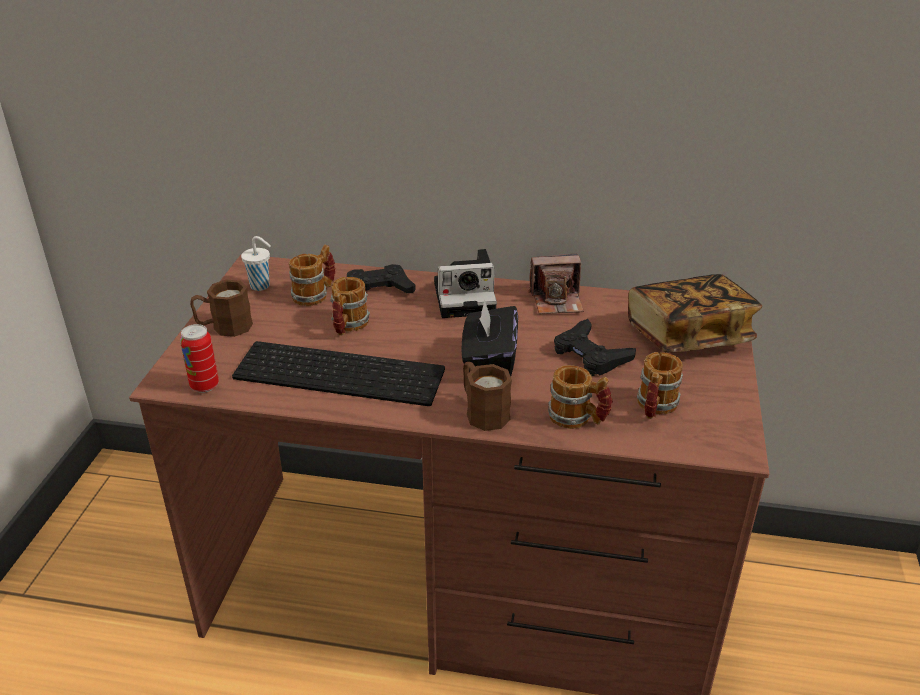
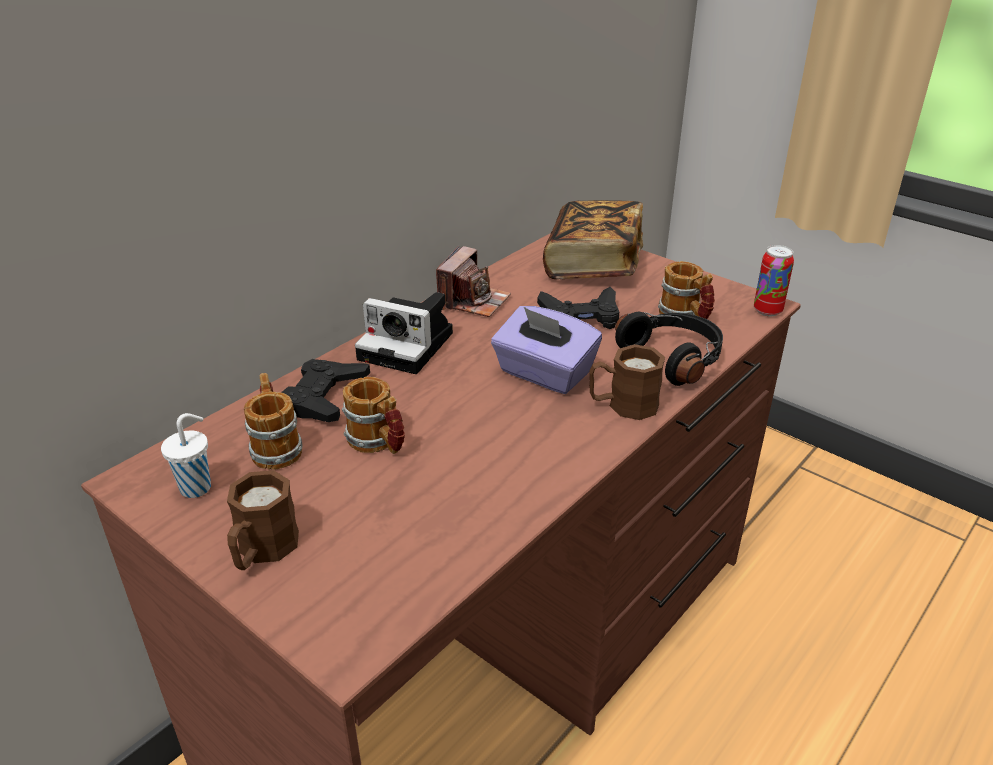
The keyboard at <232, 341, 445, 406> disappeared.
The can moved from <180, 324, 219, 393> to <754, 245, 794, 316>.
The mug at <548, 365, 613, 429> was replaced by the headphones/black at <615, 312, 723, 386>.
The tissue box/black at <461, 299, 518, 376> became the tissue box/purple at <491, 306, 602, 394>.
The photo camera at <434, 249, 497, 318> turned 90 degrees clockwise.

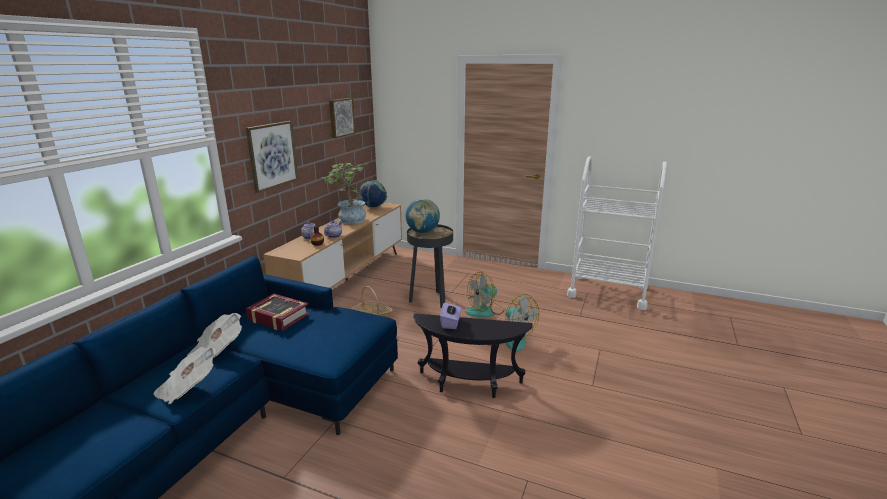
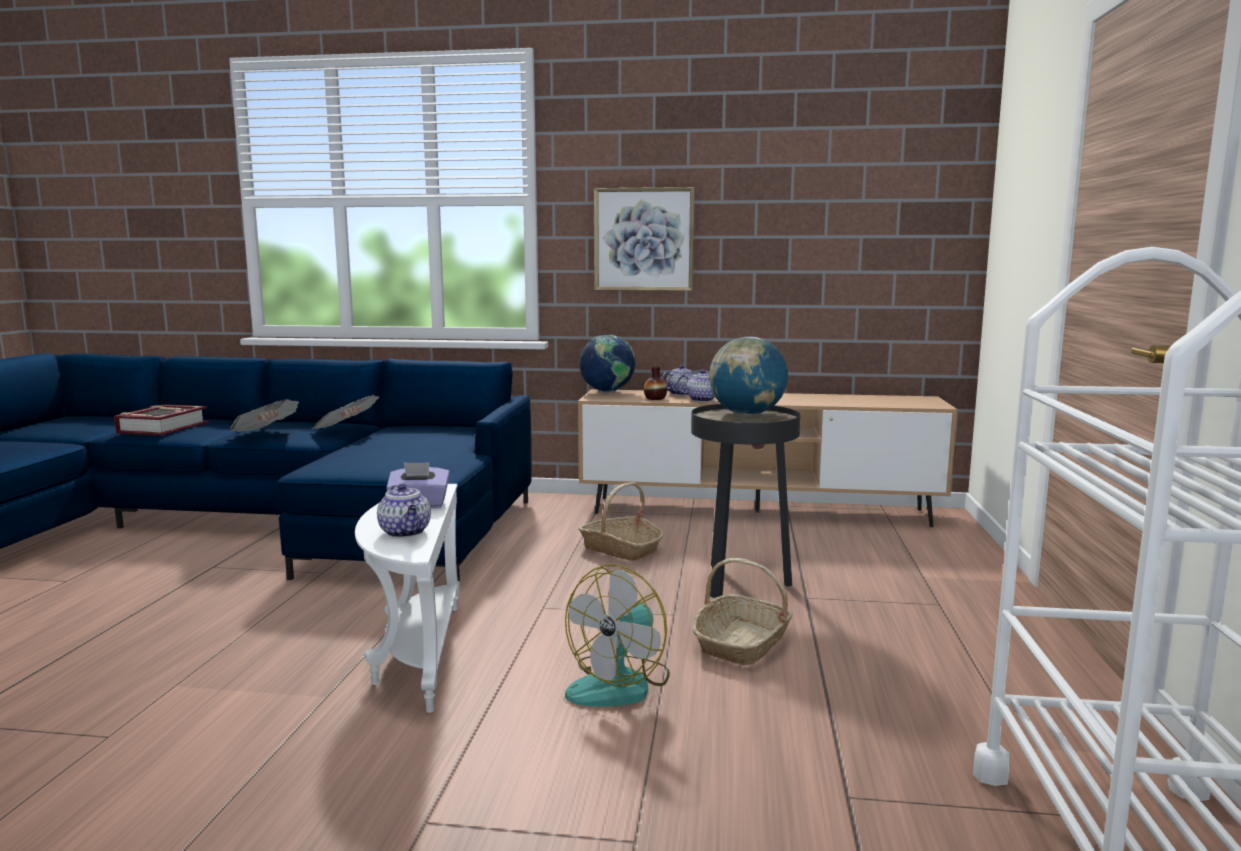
The potted plant at <321, 163, 368, 224> disappeared.
The picture at <329, 98, 355, 138> disappeared.
The teapot at <377, 483, 431, 538> appeared.
The book moved from <246, 294, 310, 331> to <114, 404, 209, 436>.
The globe moved from <359, 180, 387, 208> to <580, 335, 636, 393>.
The fan at <465, 272, 505, 318> was replaced by the basket at <693, 558, 793, 665>.
The side table/black at <413, 313, 533, 398> became the side table/white at <355, 484, 460, 713>.

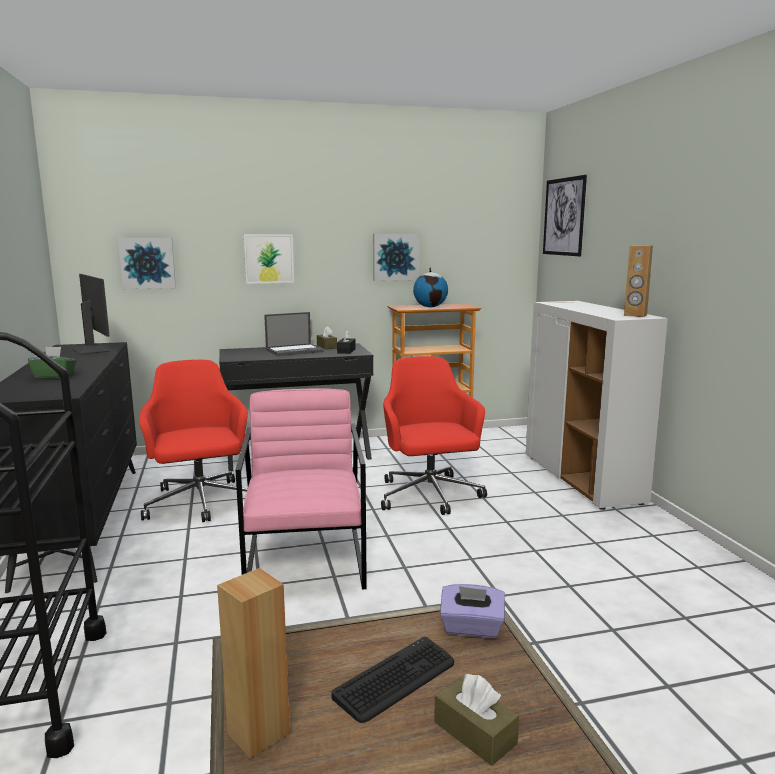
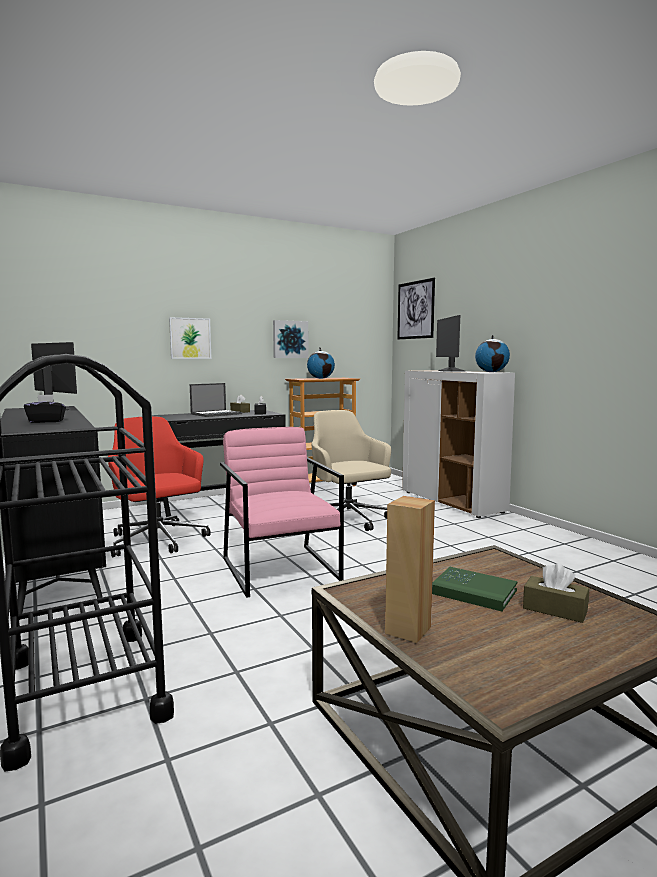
The picture at <118, 238, 176, 289> disappeared.
The tissue box/purple at <440, 584, 505, 638> disappeared.
The monitor at <436, 315, 465, 372> appeared.
The keyboard at <331, 637, 454, 723> was replaced by the book/green at <432, 567, 517, 611>.
The speaker/brown at <624, 245, 653, 317> was replaced by the globe at <475, 334, 510, 372>.
The tissue box/green at <28, 347, 77, 378> became the tissue box/black at <24, 394, 66, 423>.
The office chair/red at <381, 356, 487, 515> became the office chair/beige at <312, 410, 391, 532>.

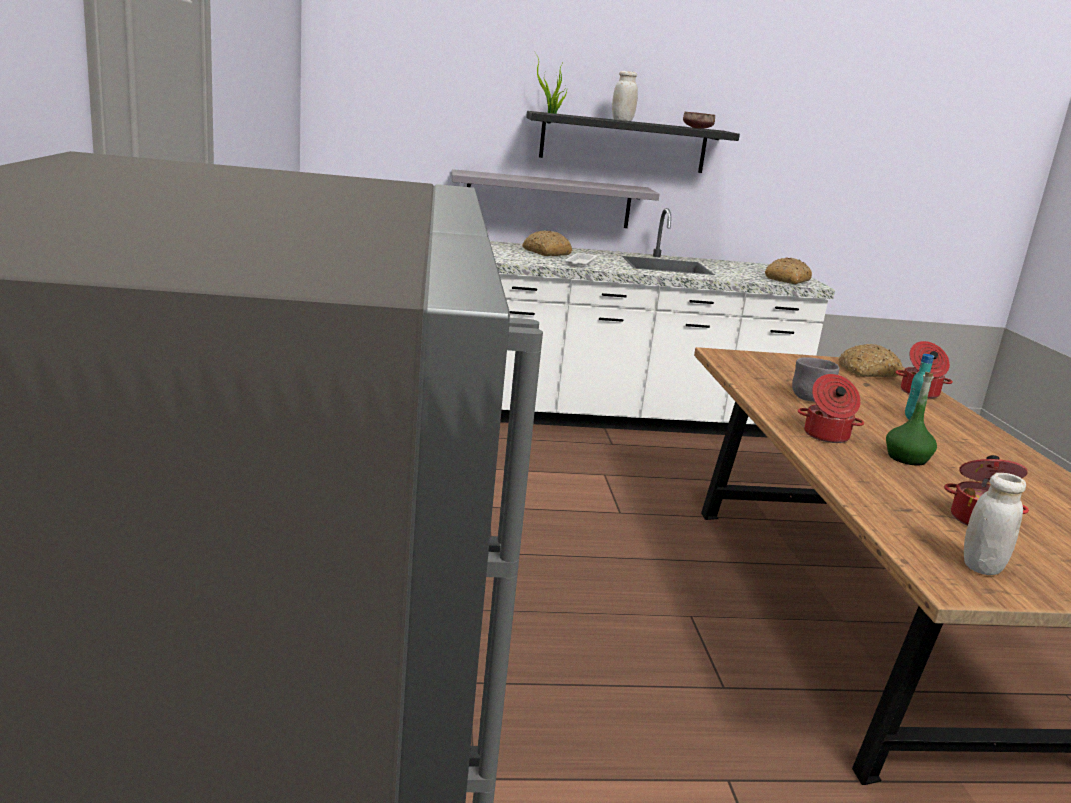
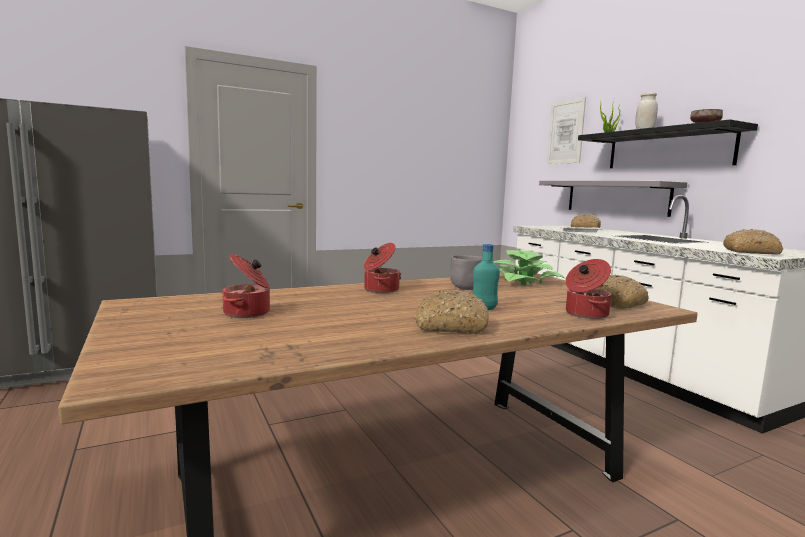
The bottle/green at <886, 372, 937, 466> disappeared.
The jar/white at <964, 473, 1026, 575> disappeared.
The bread at <415, 290, 489, 334> appeared.
The potted plant at <494, 250, 566, 285> appeared.
The picture at <547, 97, 586, 164> appeared.

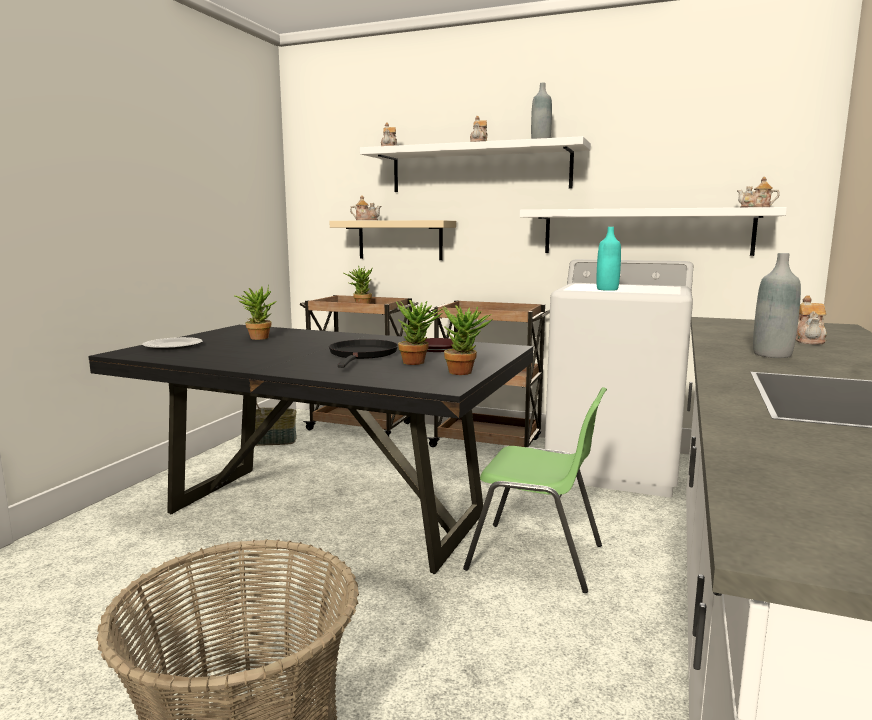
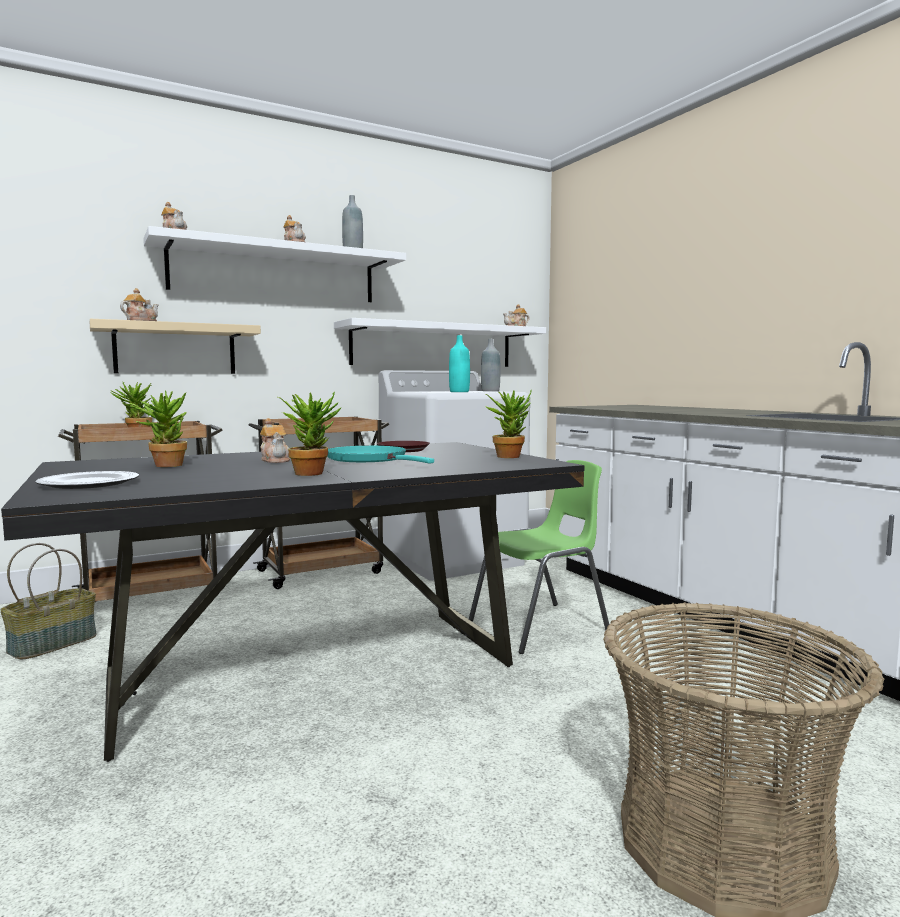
The potted plant moved from <395, 300, 442, 365> to <278, 392, 342, 476>.
The bottle/grey moved from <753, 253, 801, 358> to <481, 339, 500, 391>.
The teapot moved from <796, 295, 827, 345> to <260, 418, 290, 463>.
The frying pan/black at <329, 339, 398, 368> became the frying pan/turquoise at <327, 446, 434, 464>.

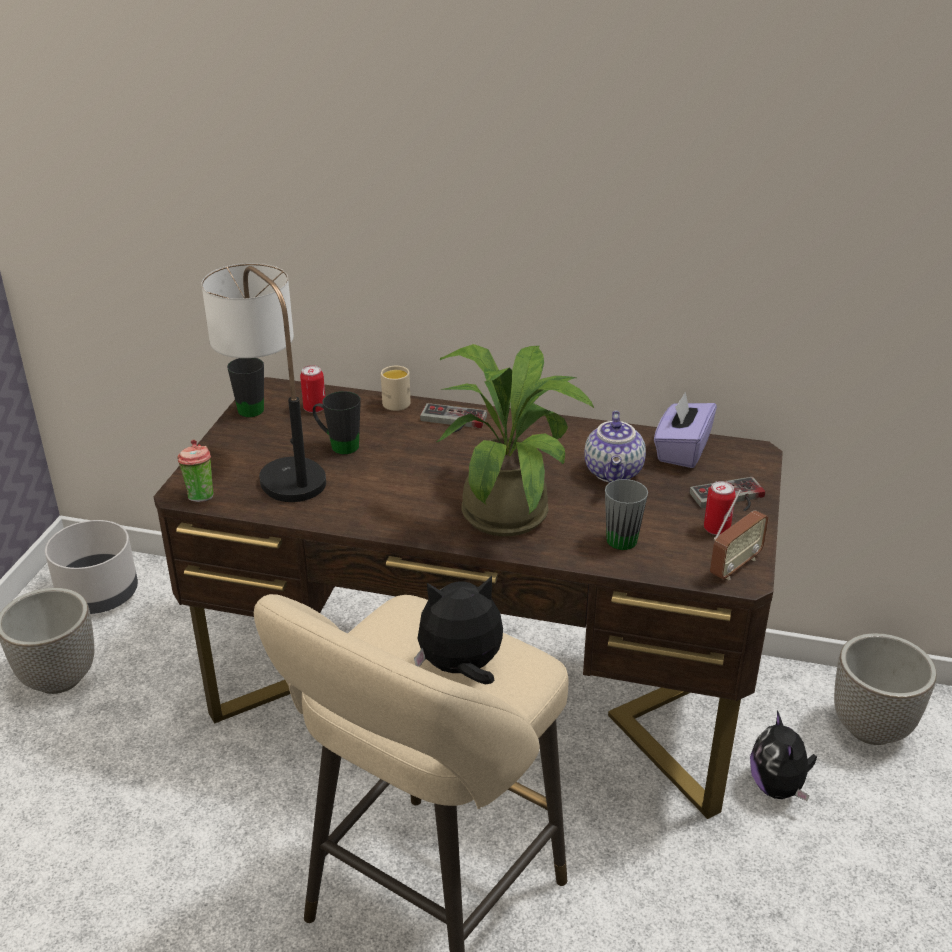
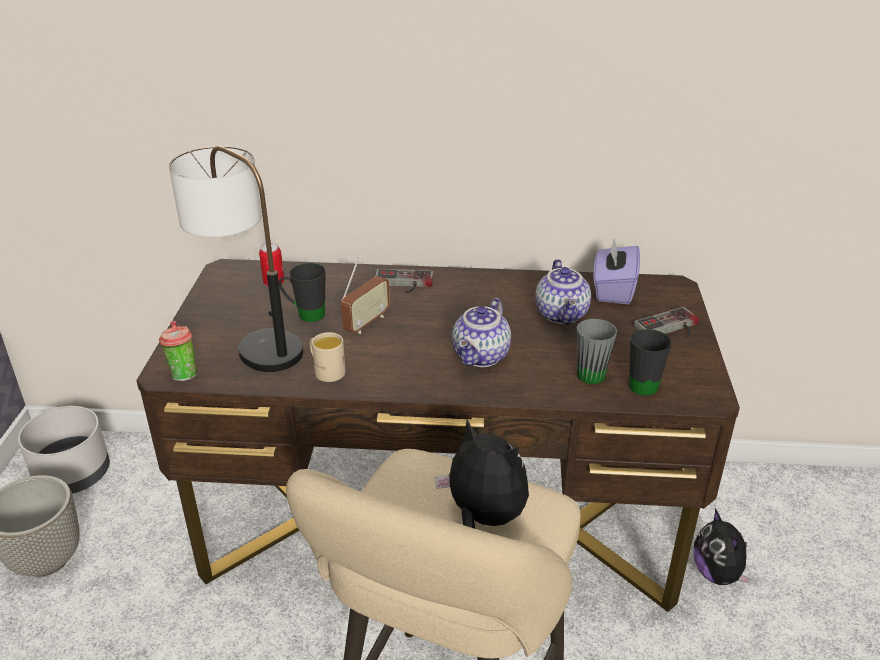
The can at <704, 481, 736, 535> disappeared.
The planter at <834, 633, 937, 745> disappeared.
The mug/black moved from <227, 358, 264, 417> to <629, 329, 672, 396>.
The mug/beige moved from <381, 366, 411, 411> to <310, 332, 346, 382>.
The radio moved from <710, 489, 769, 580> to <341, 257, 390, 334>.
The potted plant at <437, 344, 594, 536> was replaced by the teapot at <452, 298, 511, 367>.
The plush toy at <414, 576, 503, 685> turned 60 degrees clockwise.

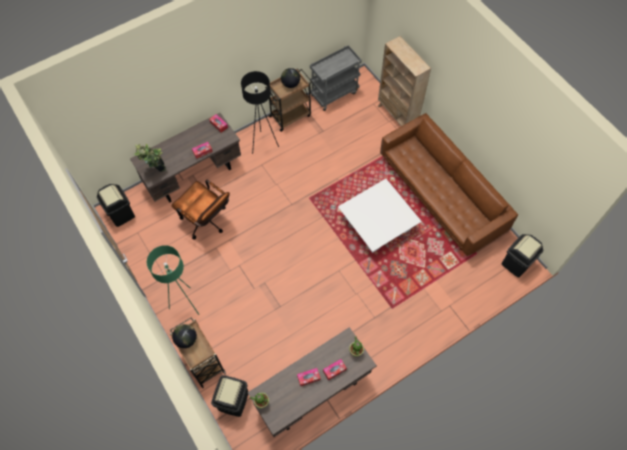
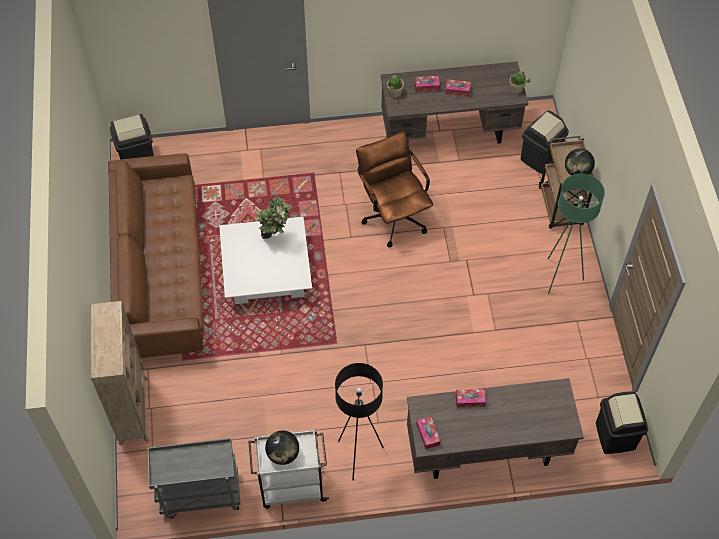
The potted plant moved from <134, 144, 166, 172> to <256, 197, 292, 239>.
The office chair/brown moved from <171, 180, 230, 240> to <356, 131, 433, 247>.
The cart/brown at <265, 68, 312, 132> became the cart/white at <248, 430, 329, 508>.

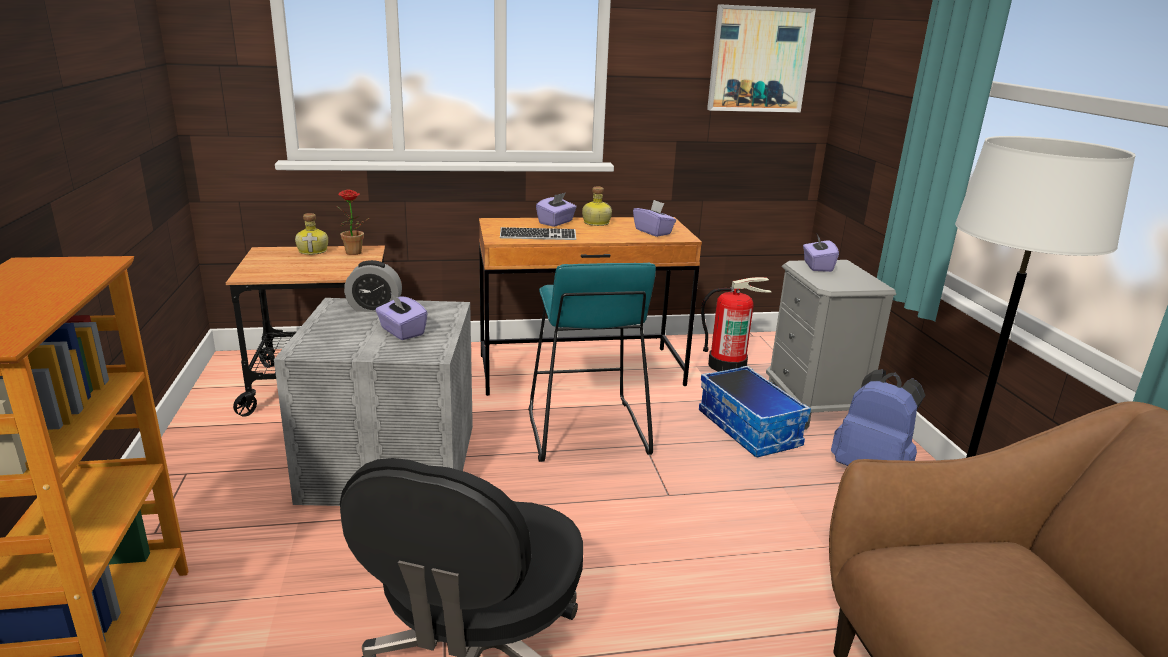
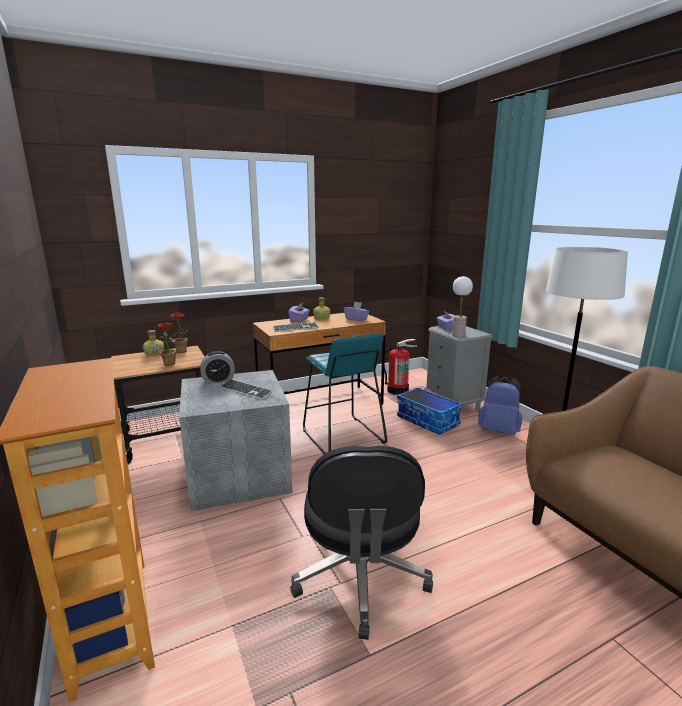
The picture at <707, 4, 816, 112> disappeared.
The potted plant at <154, 323, 176, 366> appeared.
The table lamp at <452, 276, 473, 337> appeared.
The tissue box/purple at <375, 292, 428, 340> was replaced by the keyboard at <220, 379, 273, 400>.

